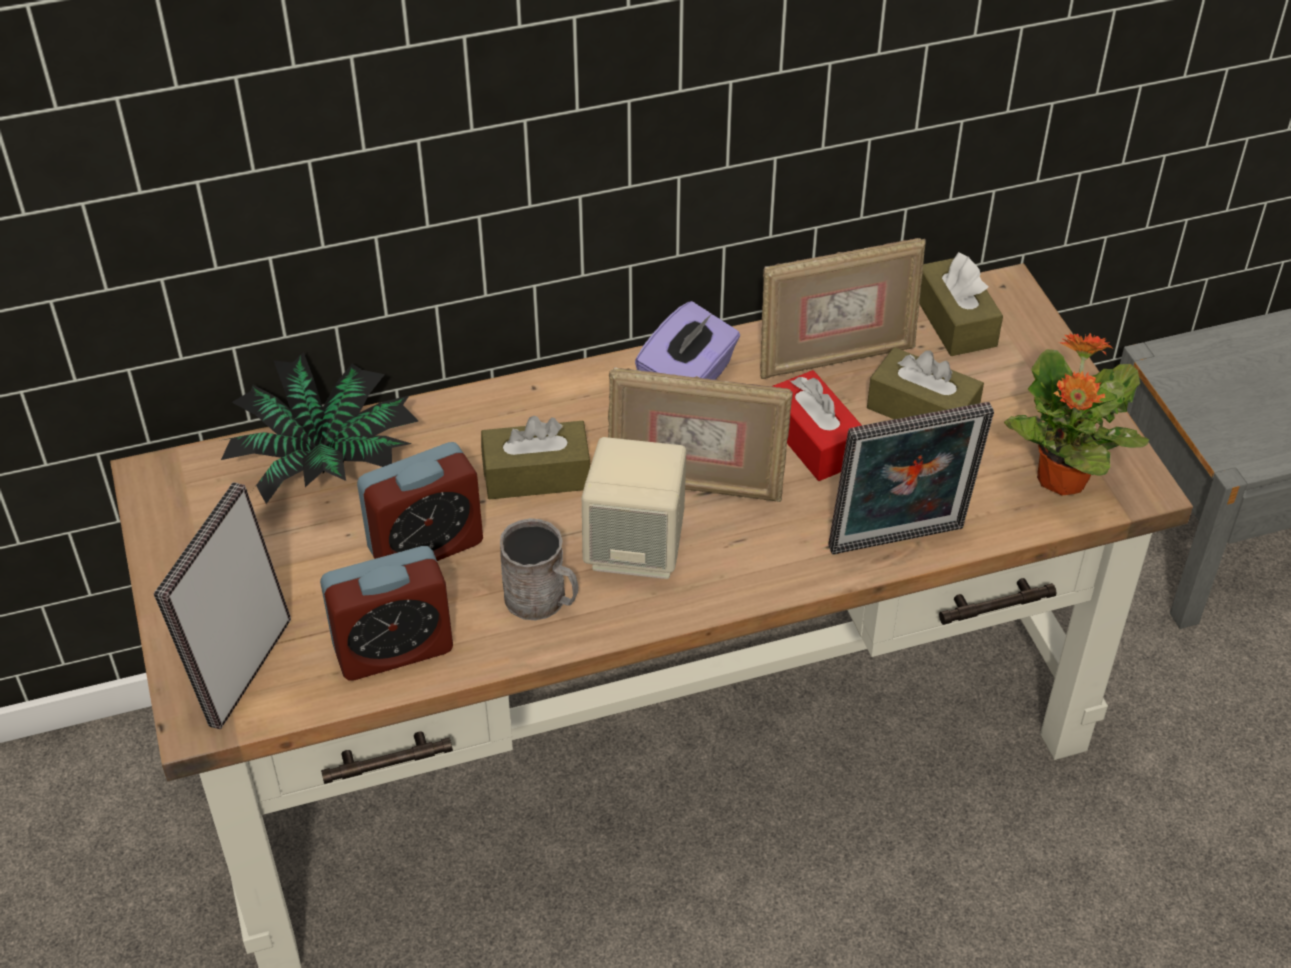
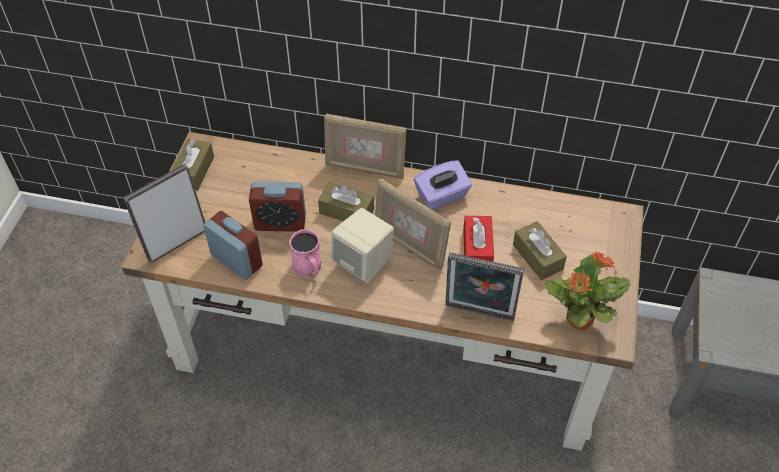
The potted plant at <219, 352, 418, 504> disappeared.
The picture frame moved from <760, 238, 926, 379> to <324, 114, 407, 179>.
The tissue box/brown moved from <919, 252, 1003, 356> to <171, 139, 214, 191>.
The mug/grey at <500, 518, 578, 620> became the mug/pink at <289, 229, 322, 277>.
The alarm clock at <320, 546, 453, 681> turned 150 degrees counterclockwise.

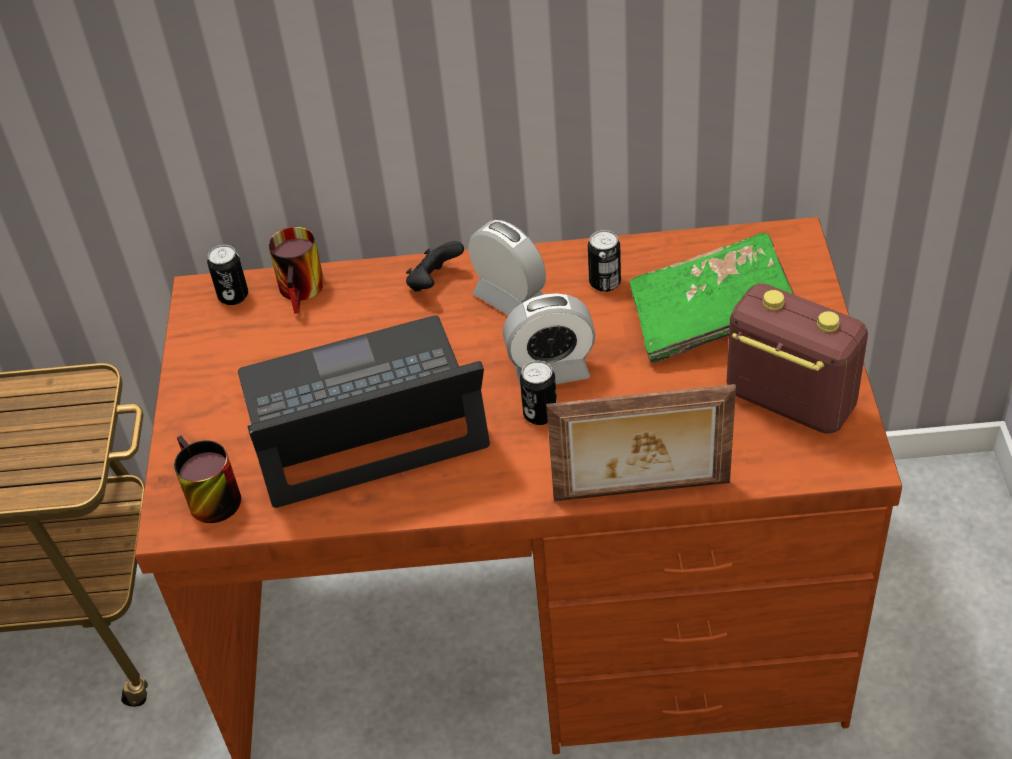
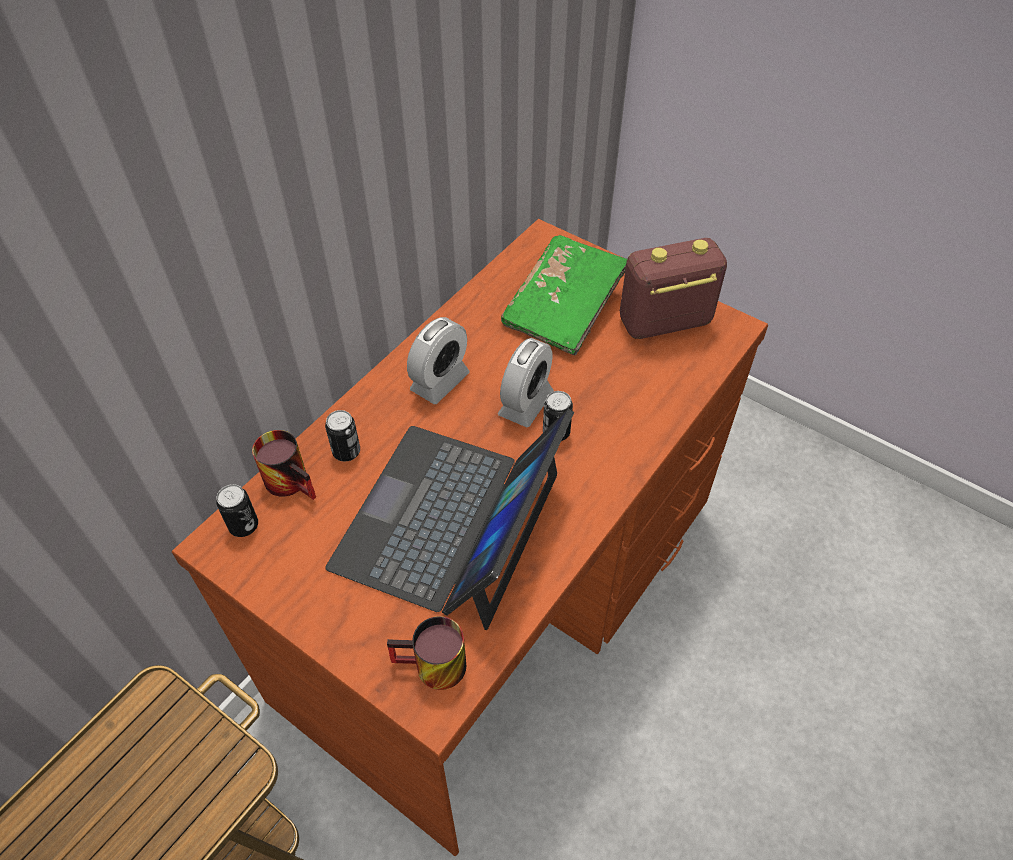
The game controller/black at <406, 241, 464, 292> disappeared.
The picture frame at <546, 384, 736, 501> disappeared.
The can moved from <588, 230, 621, 292> to <325, 410, 360, 461>.
The alarm clock at <469, 220, 546, 316> turned 135 degrees clockwise.

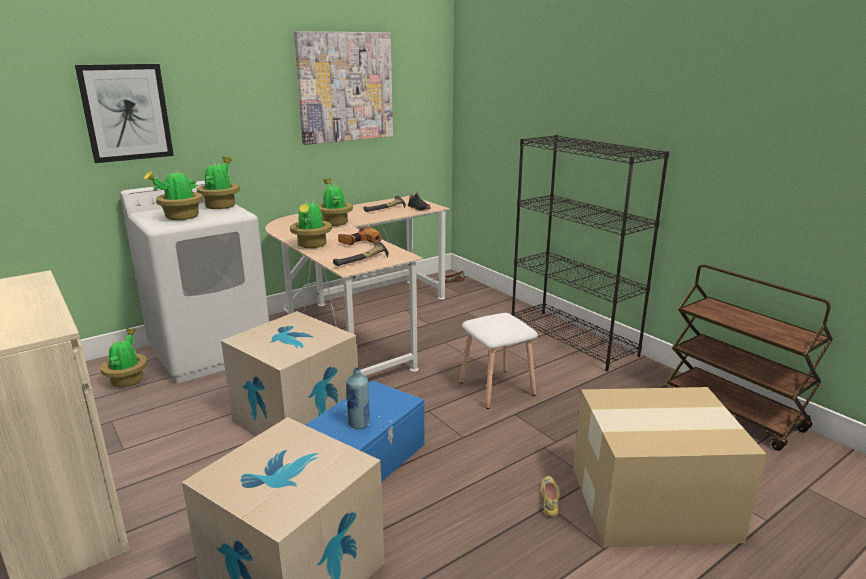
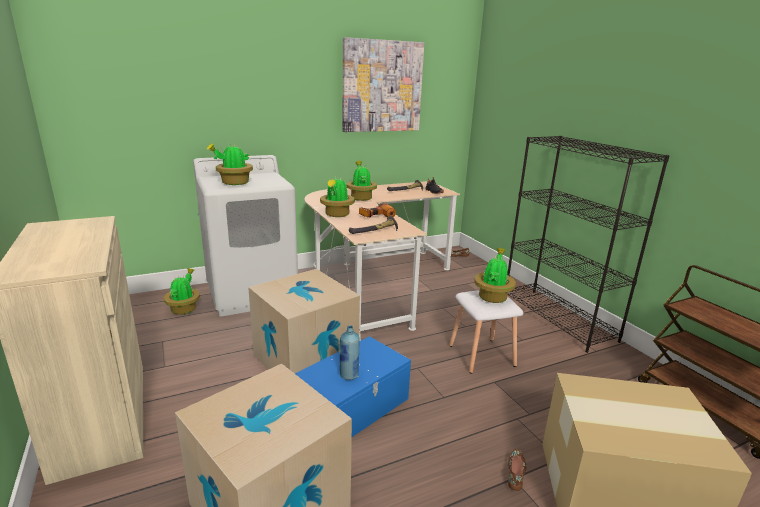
The picture at <75, 64, 174, 163> disappeared.
The potted plant moved from <197, 156, 240, 209> to <474, 248, 516, 303>.
The shoe/yellow at <541, 476, 560, 516> became the shoe/brown at <508, 449, 527, 491>.

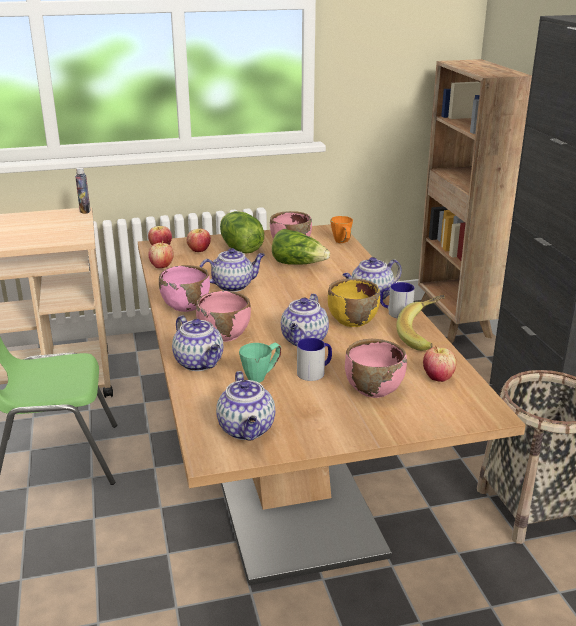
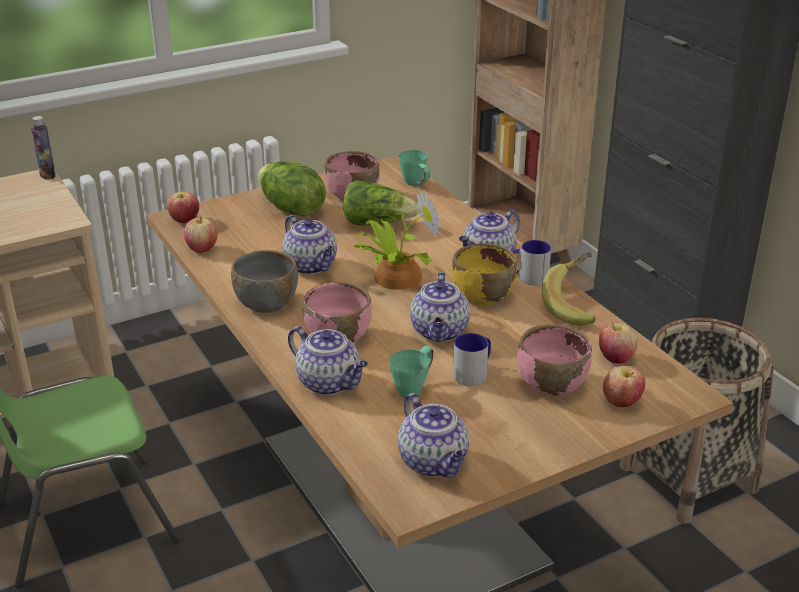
The potted plant at <354, 190, 441, 290> appeared.
The apple moved from <187, 229, 211, 252> to <603, 366, 645, 407>.
The bowl/pink at <159, 265, 210, 312> became the bowl/grey at <231, 250, 298, 313>.
The mug/orange at <330, 216, 353, 243> became the mug/green at <399, 150, 430, 186>.
The teapot at <199, 248, 265, 292> turned 90 degrees clockwise.

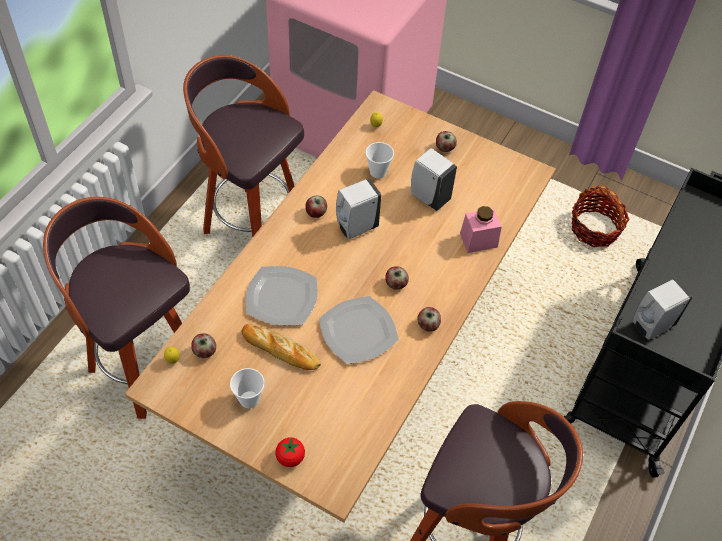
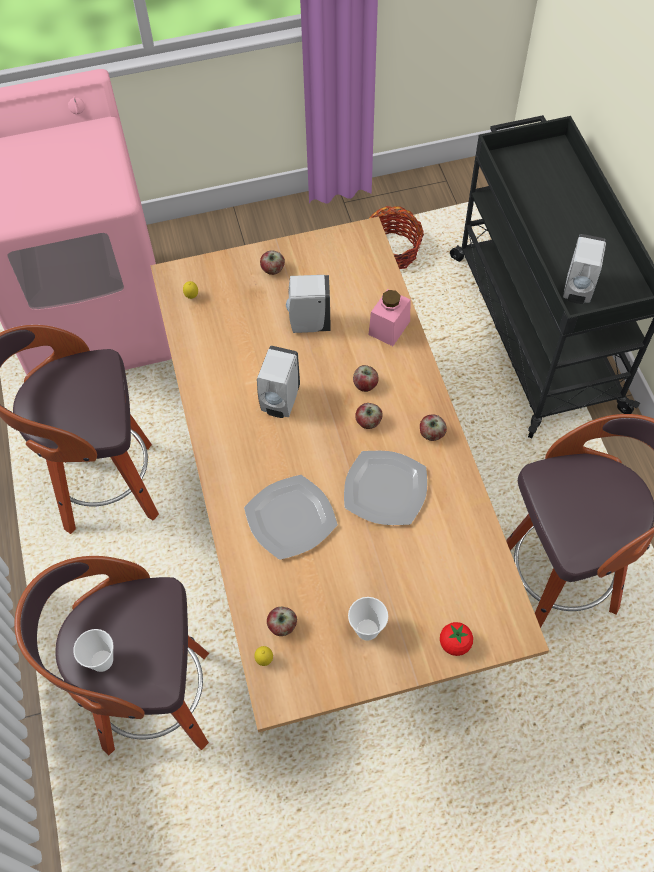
The bread at <241, 324, 321, 370> disappeared.
The apple moved from <305, 196, 327, 218> to <353, 365, 379, 392>.
The cup moved from <365, 142, 394, 179> to <73, 629, 113, 672>.

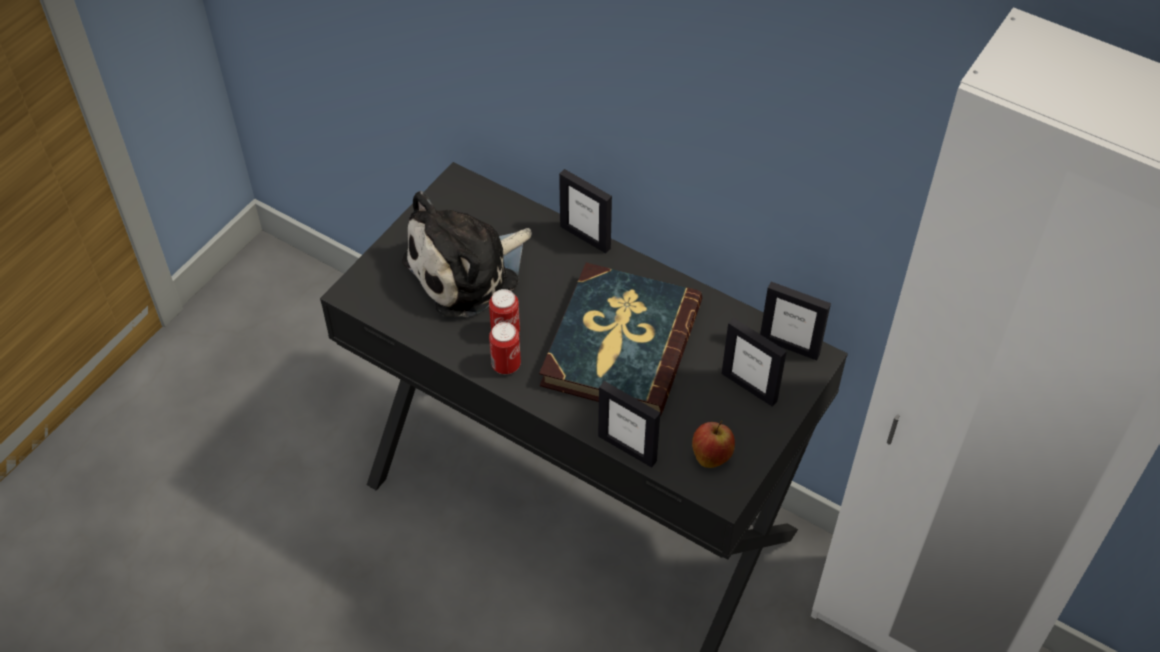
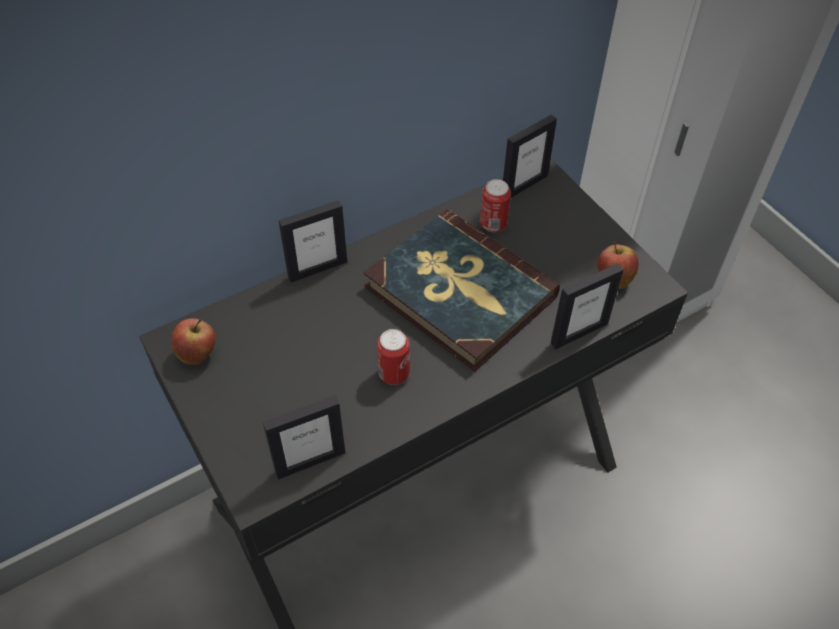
The plush toy at <402, 191, 532, 317> disappeared.
The apple at <171, 318, 216, 365> appeared.
The can moved from <489, 322, 521, 374> to <480, 179, 511, 232>.
The picture frame moved from <722, 318, 787, 407> to <263, 395, 345, 479>.

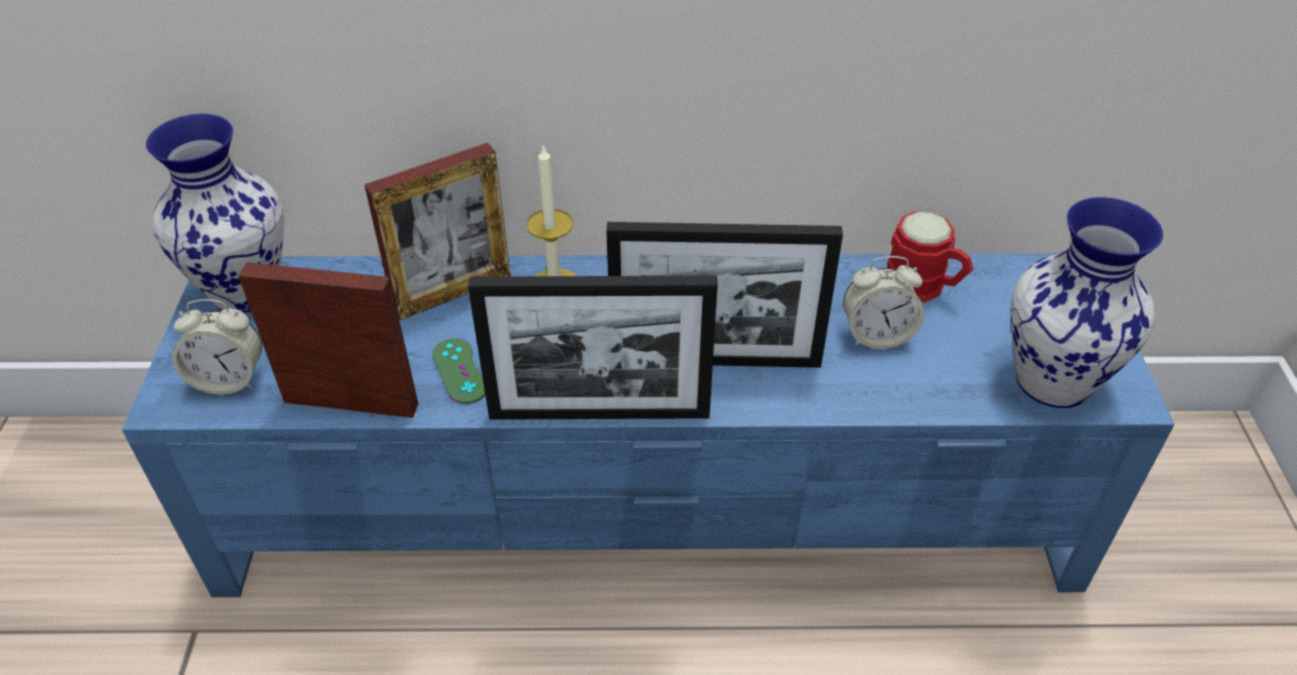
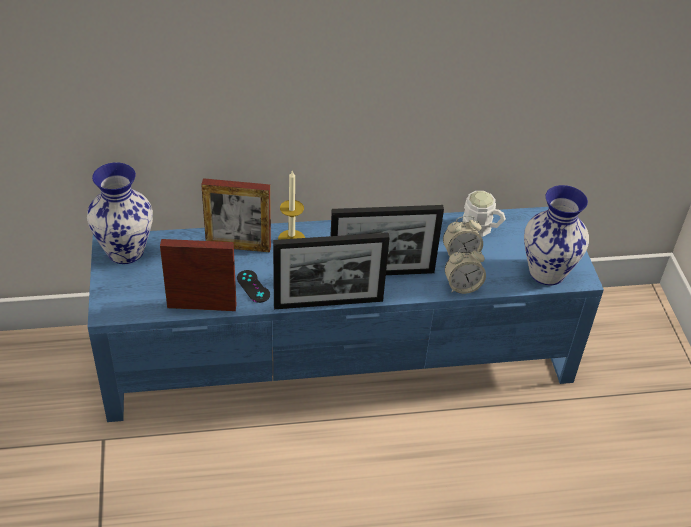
The alarm clock moved from <172, 299, 262, 395> to <445, 246, 486, 294>.
The game controller/green at <432, 338, 485, 404> became the game controller/black at <237, 270, 270, 303>.
The mug/red at <887, 211, 973, 302> became the mug/white at <462, 191, 506, 237>.
The picture frame at <364, 143, 511, 320> turned 45 degrees clockwise.

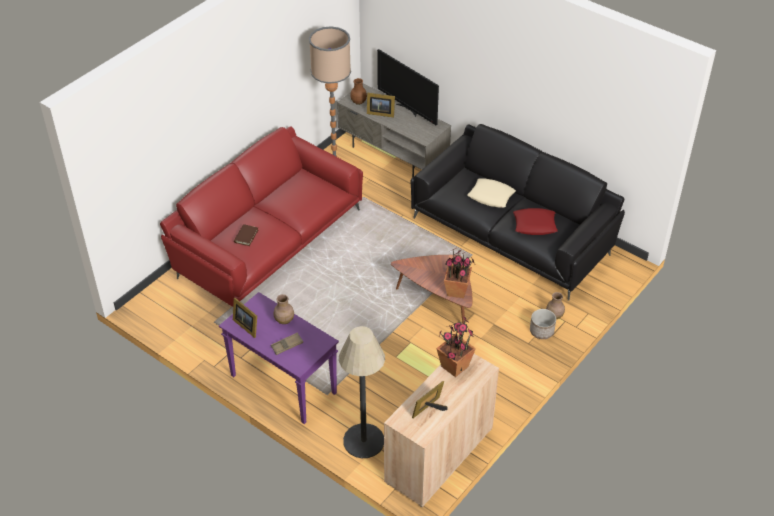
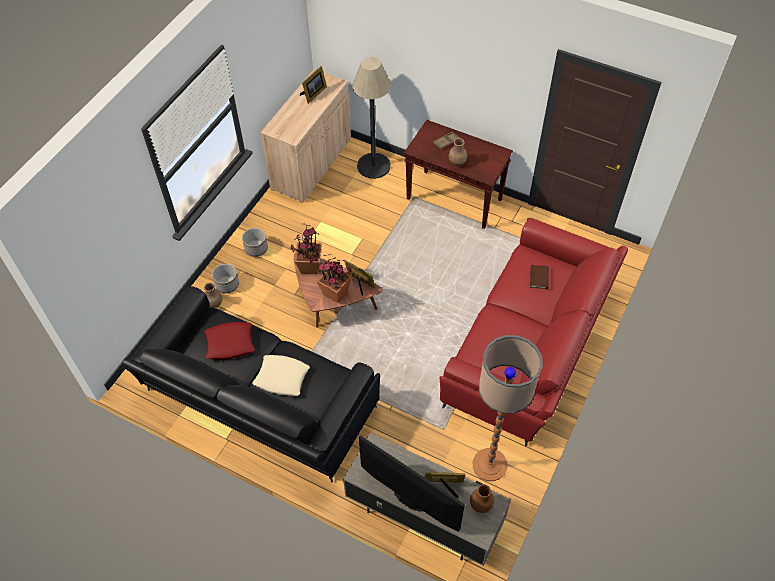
The planter at <242, 228, 268, 257> appeared.
The picture frame moved from <233, 298, 257, 338> to <344, 260, 375, 296>.
The potted plant moved from <436, 316, 476, 377> to <317, 254, 352, 303>.
The console table/purple at <219, 292, 339, 424> became the console table/brown at <404, 120, 513, 229>.

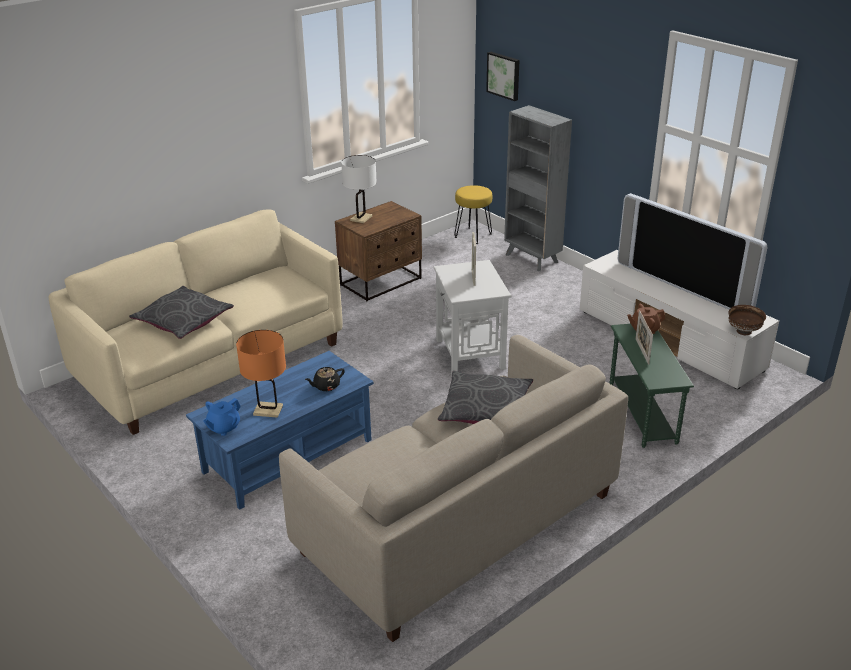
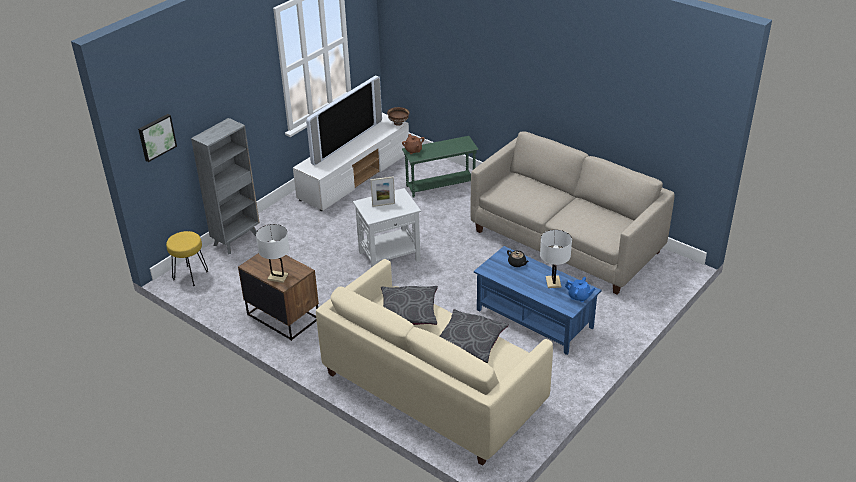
The picture frame at <635, 310, 653, 365> disappeared.
The pillow/grey moved from <438, 371, 533, 424> to <381, 286, 438, 325>.
The table lamp/orange at <236, 330, 286, 418> became the table lamp/white at <540, 230, 572, 288>.

